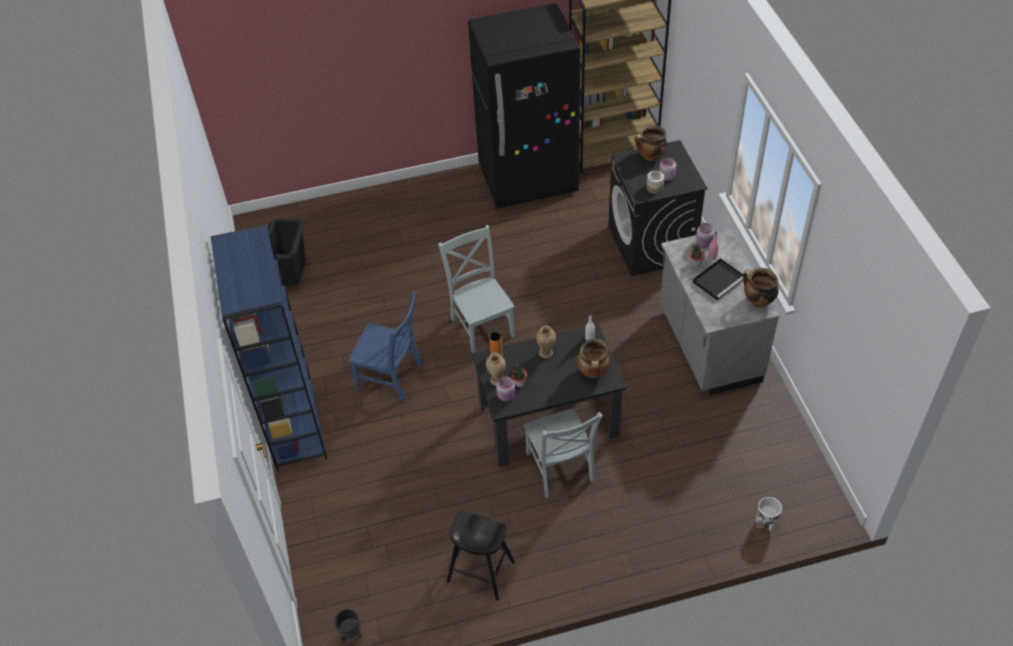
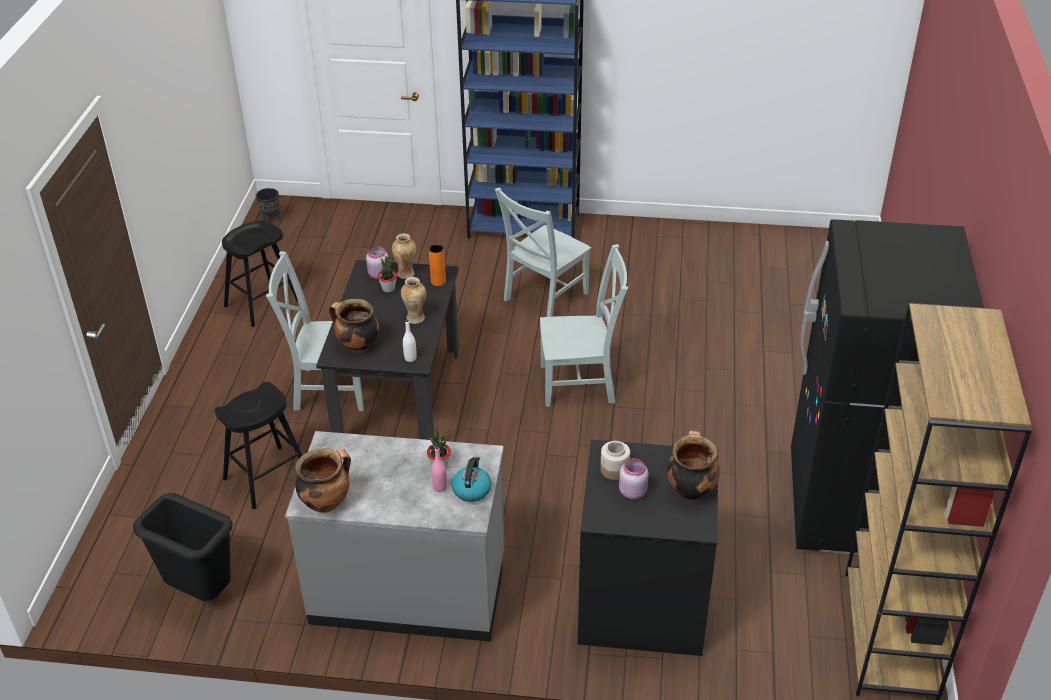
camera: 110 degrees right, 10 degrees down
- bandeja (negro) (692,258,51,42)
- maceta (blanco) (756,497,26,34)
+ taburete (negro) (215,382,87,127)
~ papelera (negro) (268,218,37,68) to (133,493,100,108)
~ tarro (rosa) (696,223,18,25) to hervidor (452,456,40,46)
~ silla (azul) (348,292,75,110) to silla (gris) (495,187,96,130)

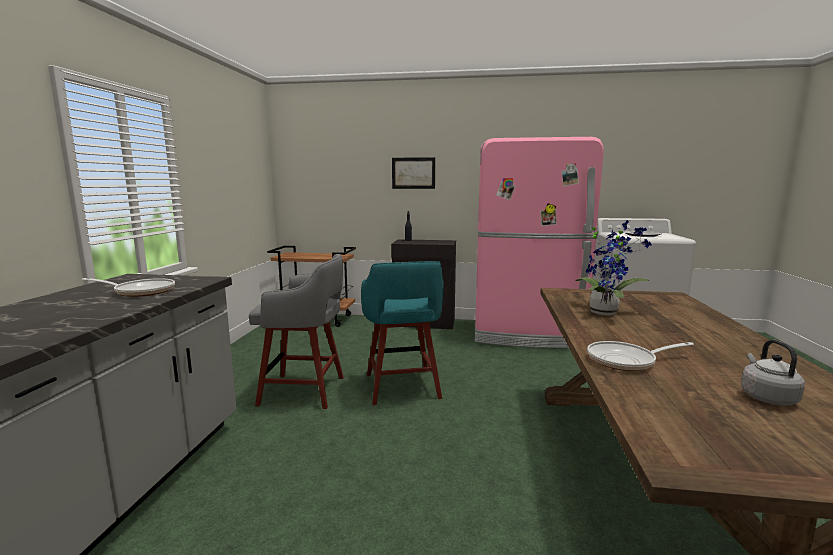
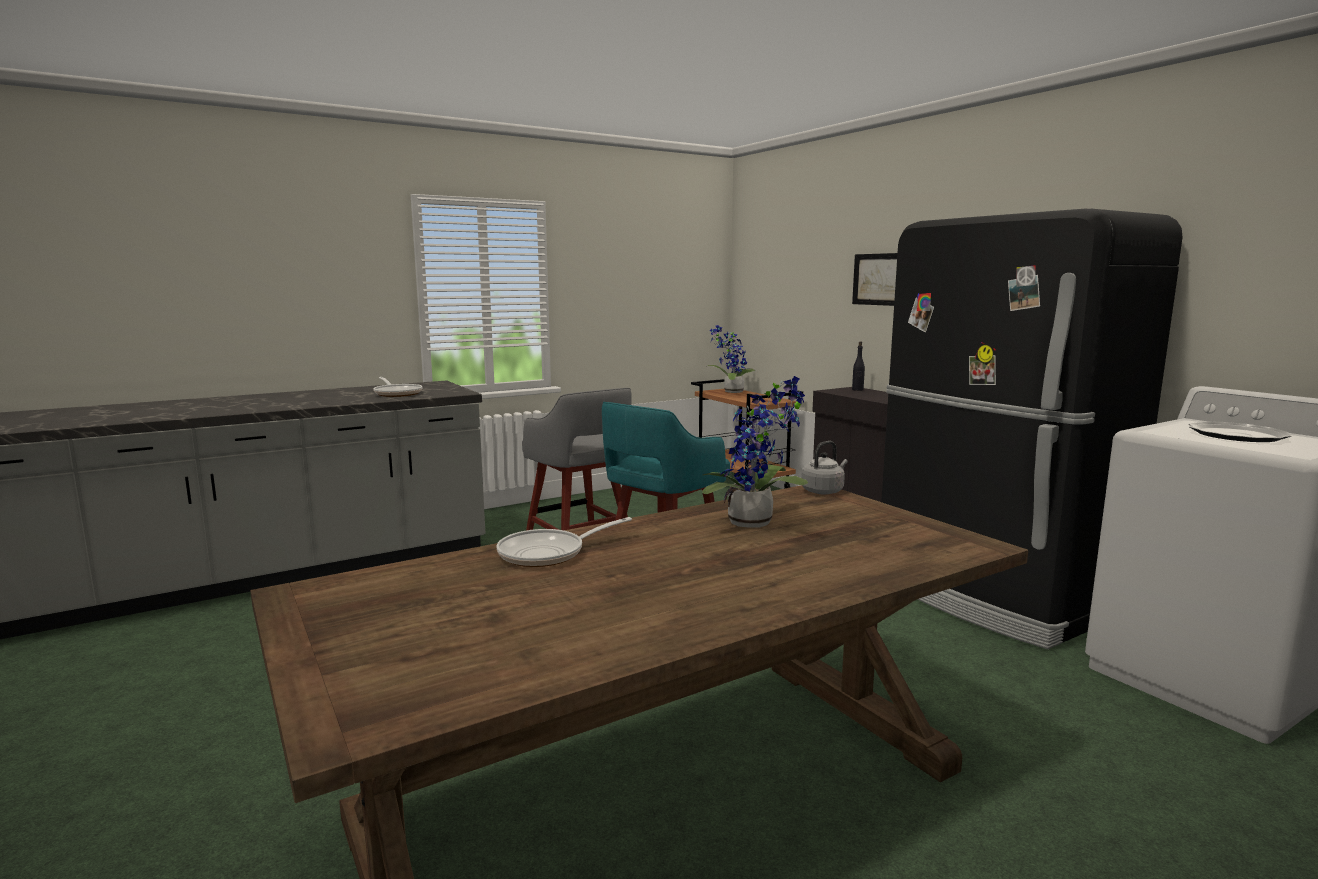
camera: 50 degrees right, 0 degrees up
+ planta en maceta (708,325,47,68)
~ hervidor (gris) (741,339,64,67) to (801,441,47,53)
~ nevera (rosa) (475,137,129,211) to nevera (negro) (881,209,302,440)
~ sartén (587,341,107,30) = (496,517,136,50) 75 degrees counterclockwise

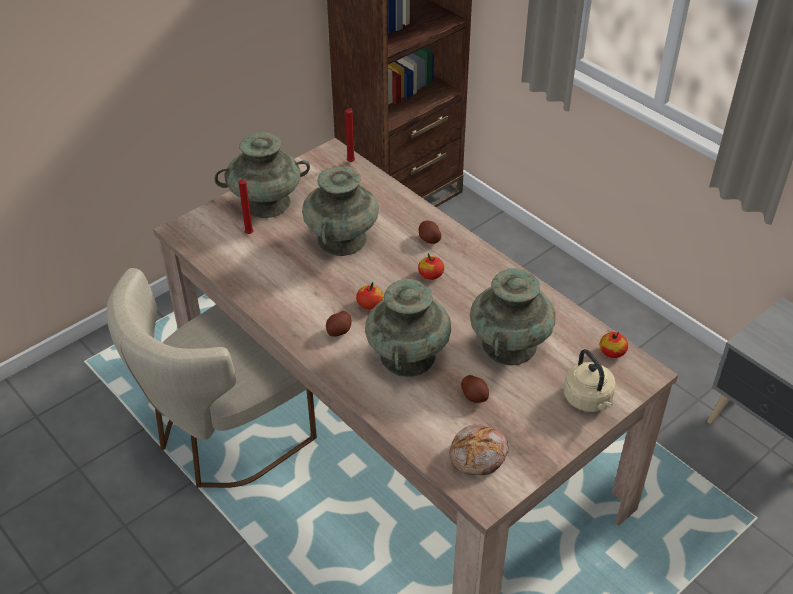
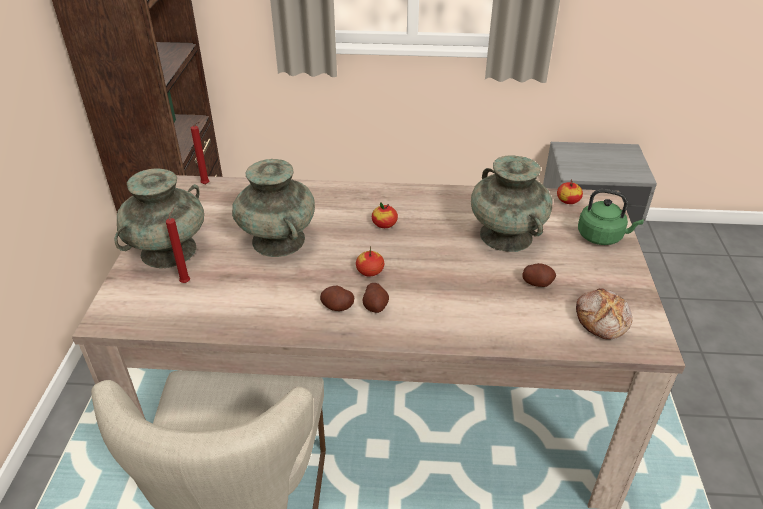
camera: 45 degrees left, 5 degrees down
- florero (turquesa) (365,279,86,98)
~ patata (419,221,22,23) to (320,286,34,25)
~ hervidor (beis) (564,349,52,63) to hervidor (verde) (578,189,66,56)

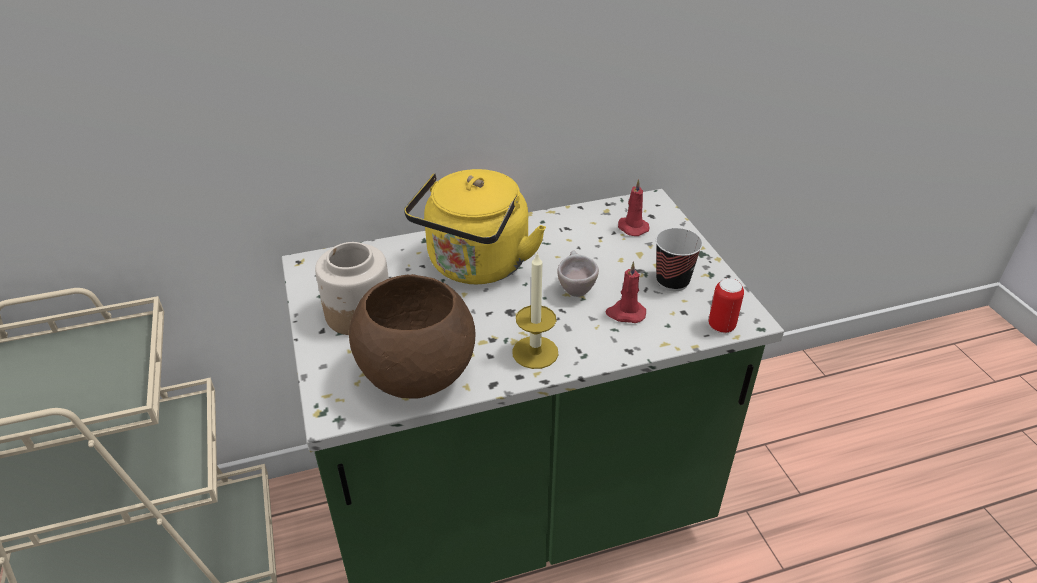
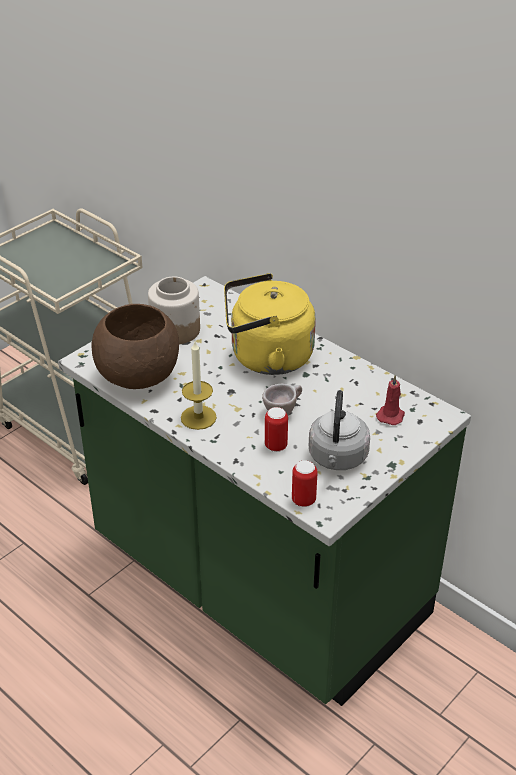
camera: 60 degrees right, 0 degrees up
~ vela (rojo) (605,262,41,61) to lata (265,407,23,45)
~ taza (656,228,47,63) to hervidor (gris) (309,390,61,80)

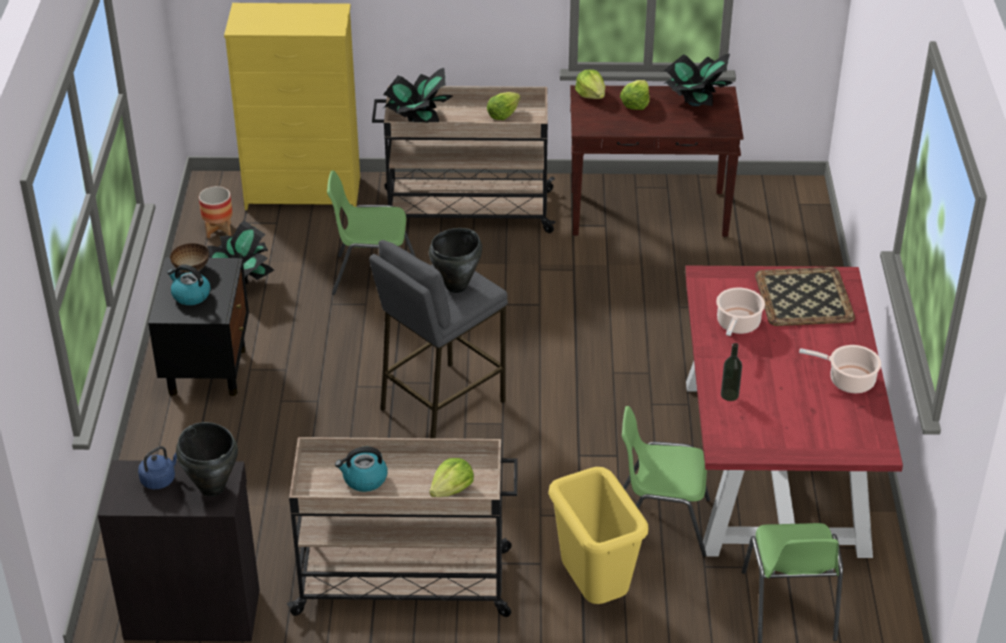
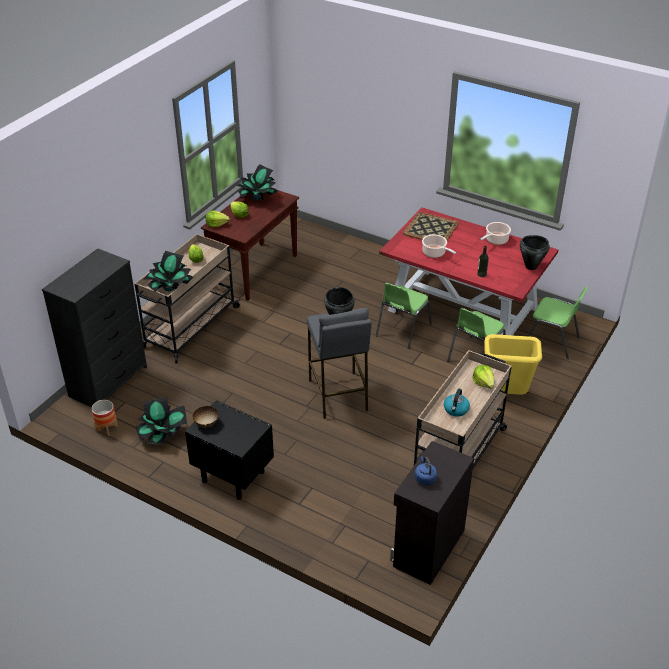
camera: 60 degrees left, 0 degrees up
- hervidor (167,264,43,41)
~ olla (negro) (176,422,62,75) to (520,235,30,35)
~ silla (verde) (327,170,89,125) to (376,283,56,66)
~ cómoda (amarillo) (224,3,136,207) to cómoda (negro) (42,248,105,160)

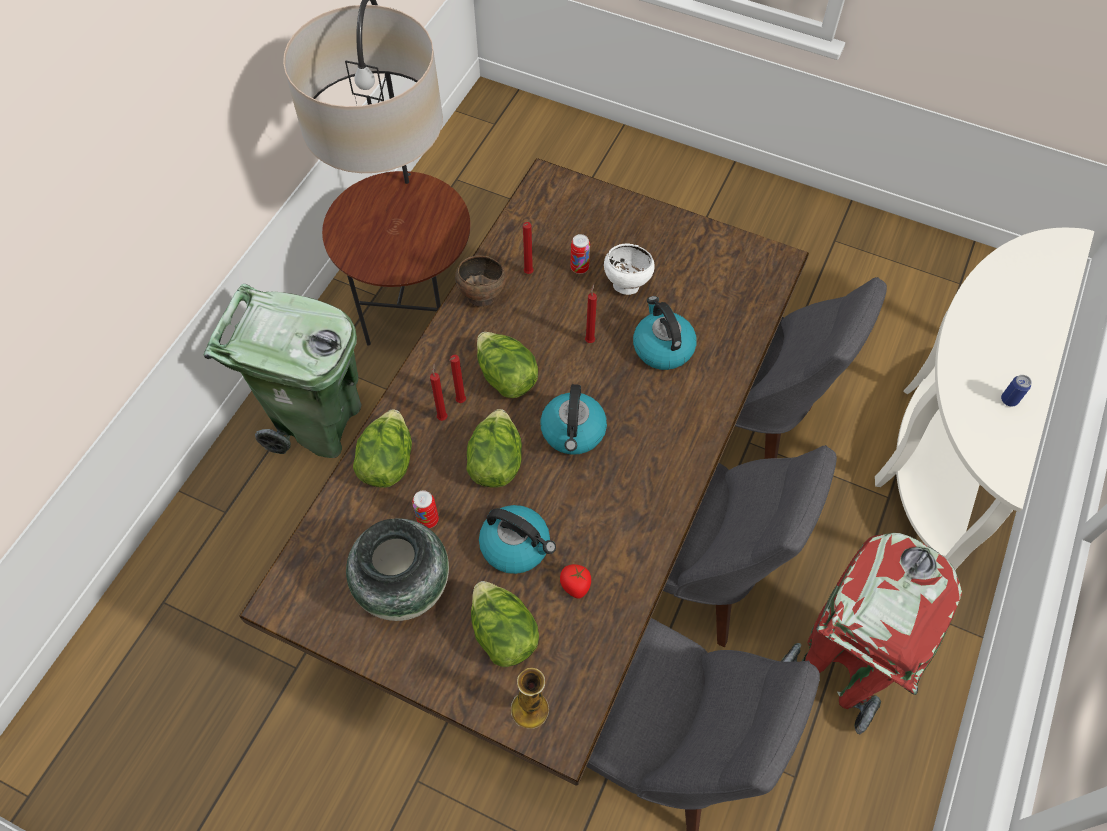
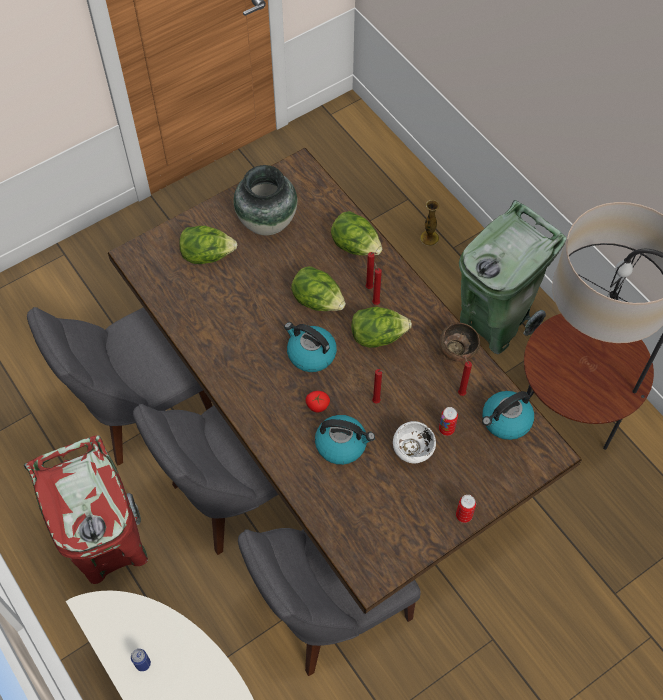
camera: 120 degrees right, 0 degrees up
~ lata (412,490,27,38) to (456,495,20,28)
~ hervidor (479,505,77,69) to (482,391,52,49)
~ florero (511,668,38,61) to (420,200,19,46)
~ tomate (560,564,31,35) to (306,391,24,21)

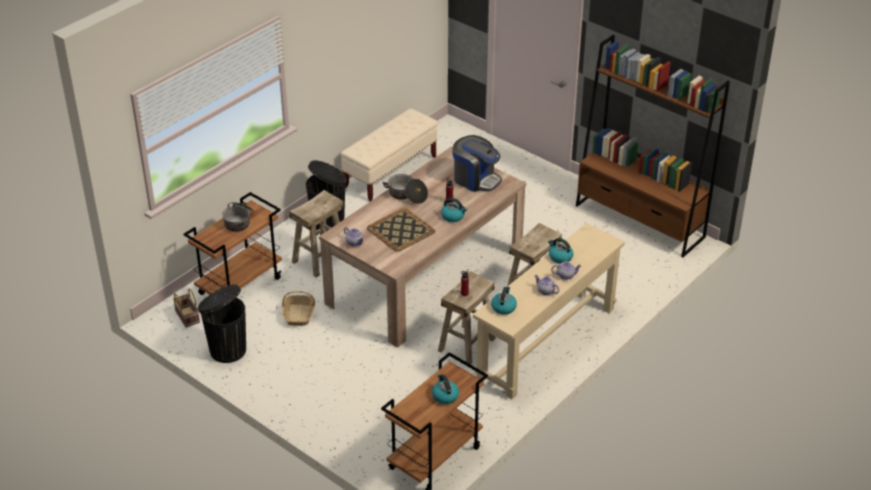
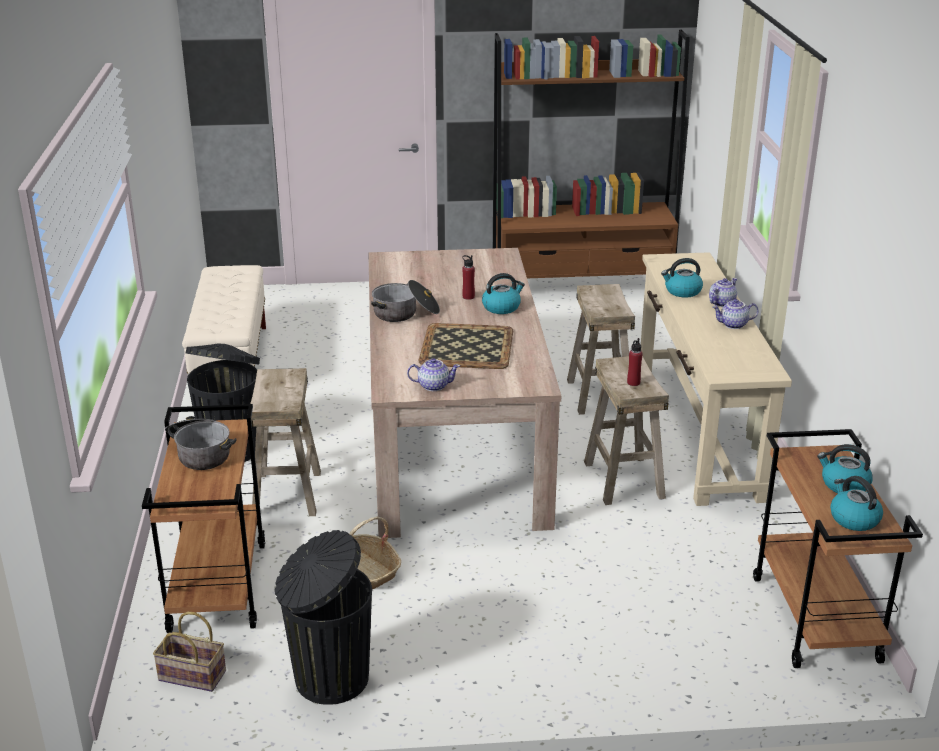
camera: 45 degrees left, 10 degrees down
- cafetera (452,135,50,57)
~ hervidor (491,287,26,28) to (830,476,53,55)

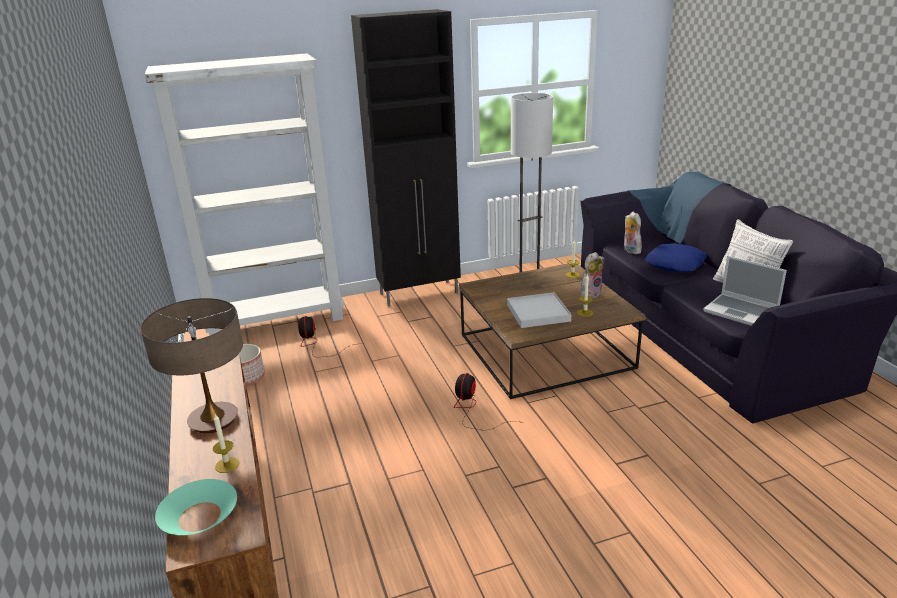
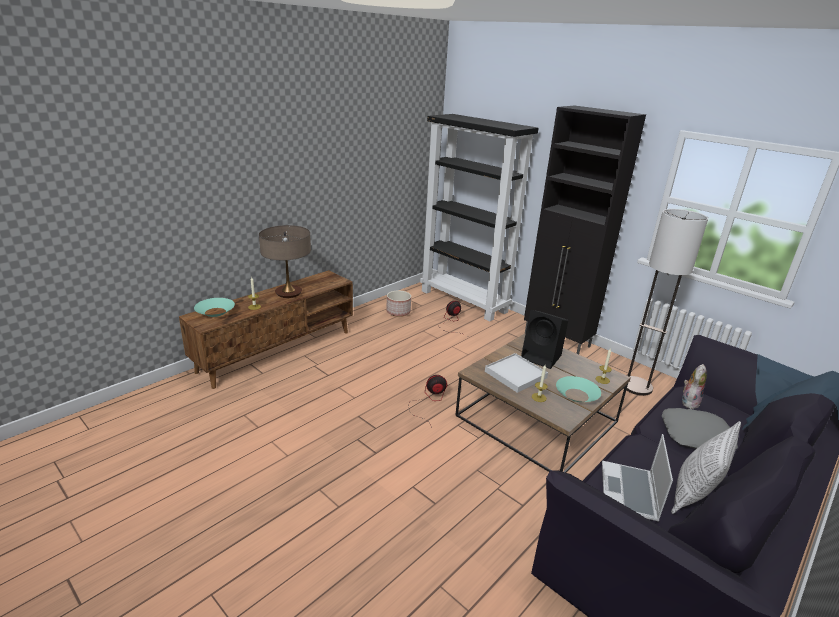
camera: 60 degrees right, 0 degrees up
+ altavoz (negro) (521,310,47,59)
~ peluche (581,252,24,47) to cuenco (turquesa) (556,376,45,26)
~ estantería (blanco) (145,53,199,283) to estantería (negro) (420,114,119,207)
~ cojín (azul) (645,244,62,28) to cojín (gris) (662,408,76,41)

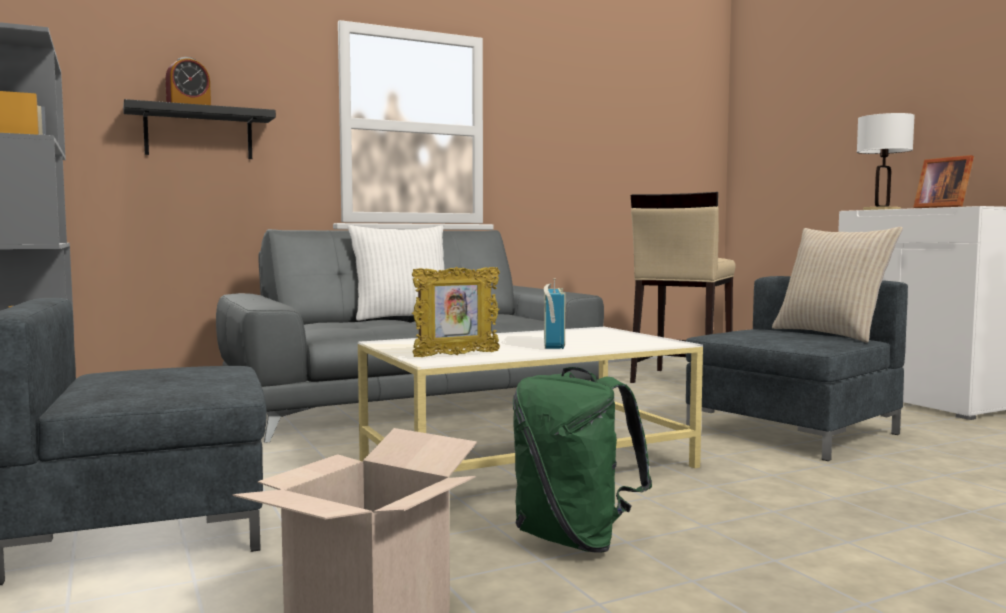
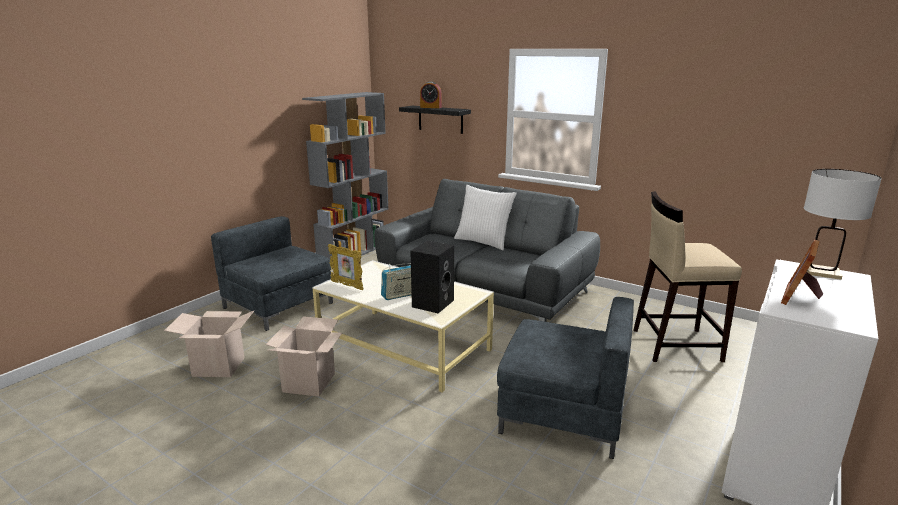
camera: 60 degrees right, 15 degrees up
- cojín (beis) (772,227,131,116)
+ altavoz (negro) (410,241,44,72)
~ mochila (verde) (513,367,139,186) to caja de cartón (266,316,76,81)

